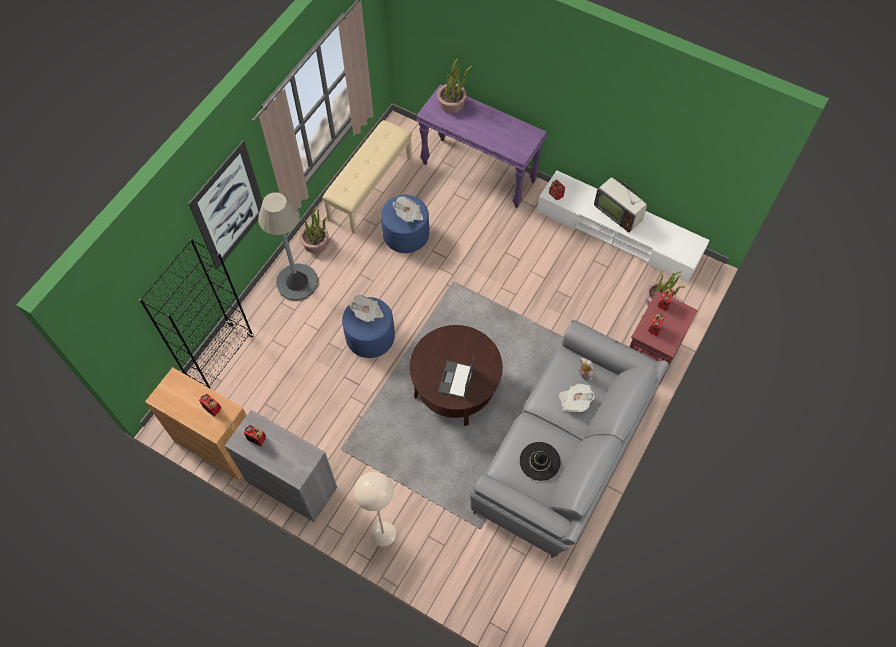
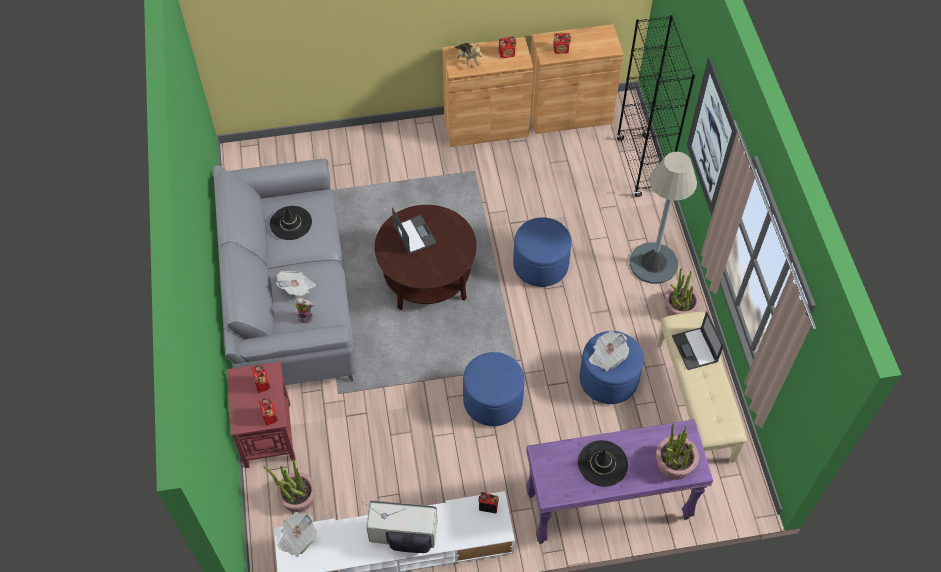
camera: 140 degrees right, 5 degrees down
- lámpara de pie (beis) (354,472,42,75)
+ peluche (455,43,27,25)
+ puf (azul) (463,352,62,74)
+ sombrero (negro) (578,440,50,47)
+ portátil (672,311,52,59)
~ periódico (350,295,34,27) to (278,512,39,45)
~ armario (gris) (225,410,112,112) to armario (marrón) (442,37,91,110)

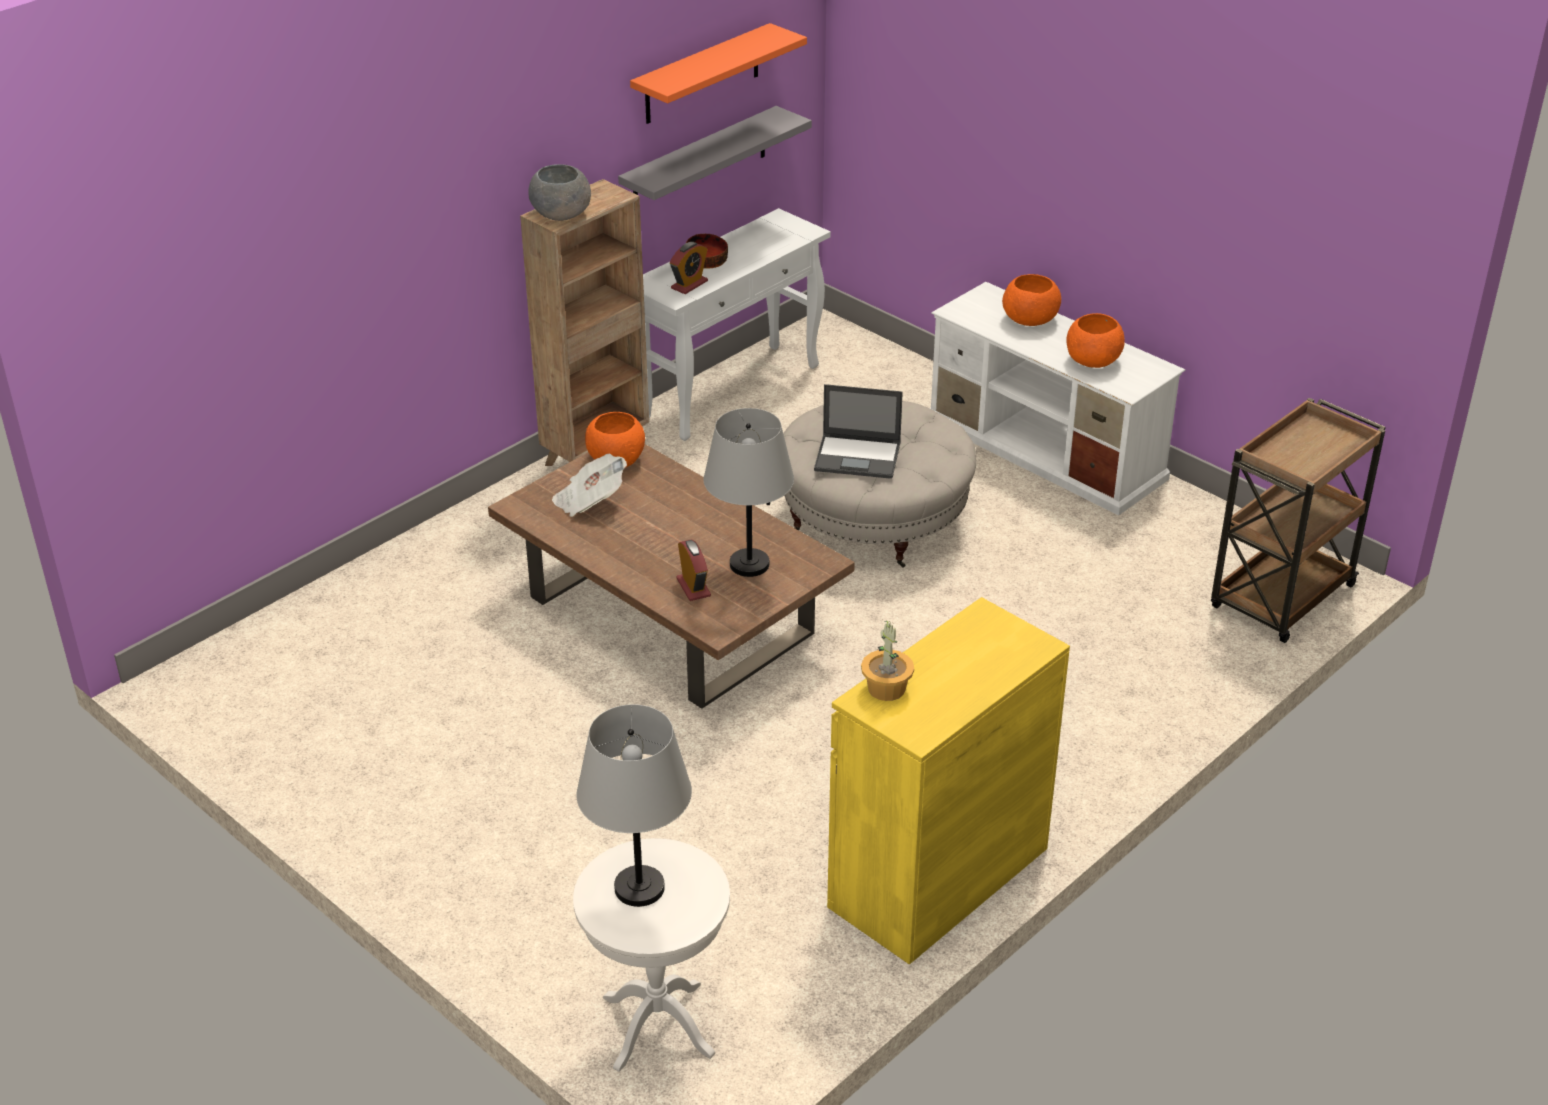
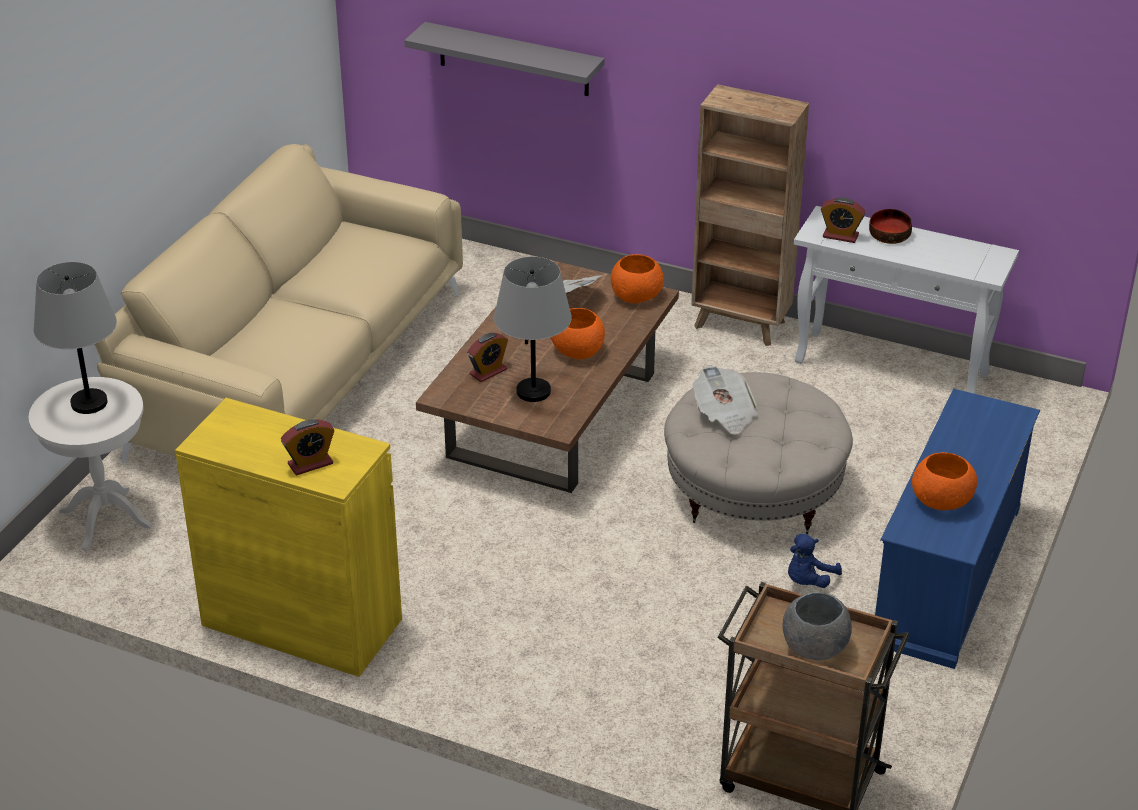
camera: 70 degrees right, 0 degrees up
- estante (naranja) (630,23,177,101)
- planta en maceta (861,621,53,80)
+ sofá (beis) (94,144,369,320)
+ despertador (281,419,54,57)
+ peluche (azul) (788,534,54,54)
~ cuenco (gris) (528,164,63,57) to (782,592,70,68)
~ estante (gris) (618,106,194,94) to (404,22,201,74)
~ cuenco (naranja) (1002,274,59,52) to (551,308,54,51)
~ portátil (814,384,89,95) to periódico (693,365,66,70)
~ mueble de televisión (blanco) (929,282,256,234) to mueble de televisión (azul) (875,389,165,280)

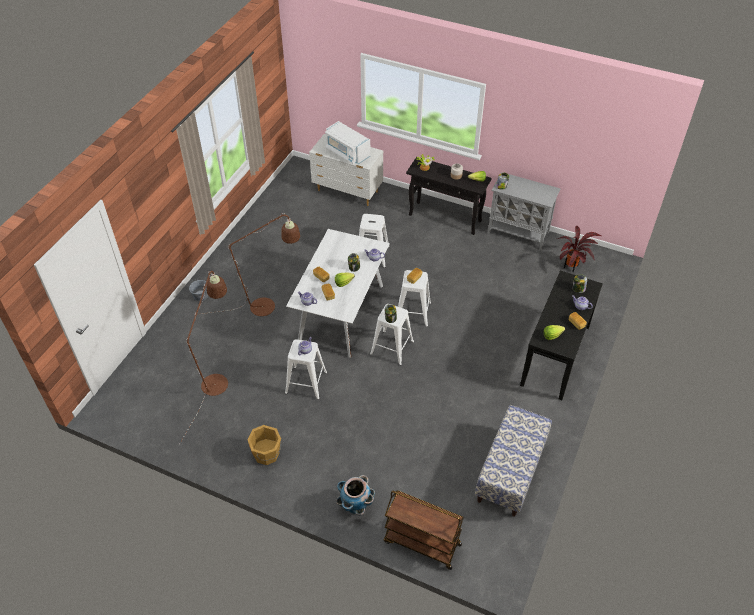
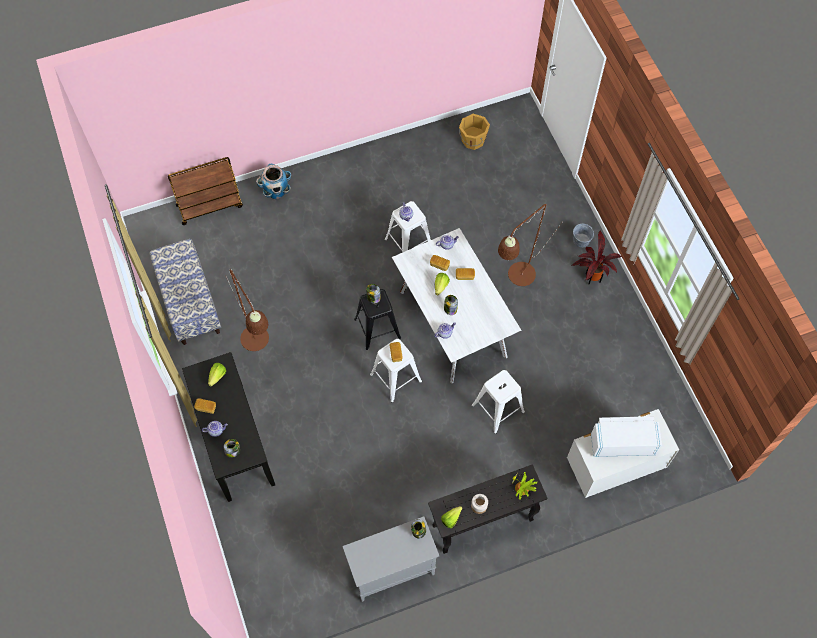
camera: 135 degrees right, 15 degrees up
~ lámpara de pie (marrón) (179,271,49,174) to (226,269,43,82)
~ cubo (naranja) (247,425,34,40) to (459,114,31,36)
~ planta en maceta (557,226,44,46) to (572,230,50,54)
~ taburete (blanco) (370,304,44,61) to taburete (negro) (354,289,47,61)

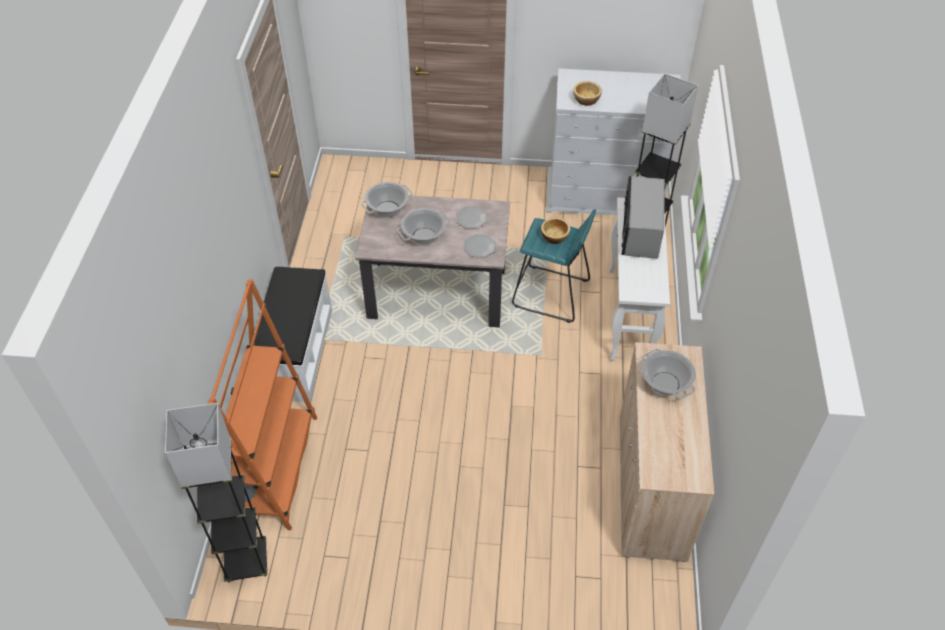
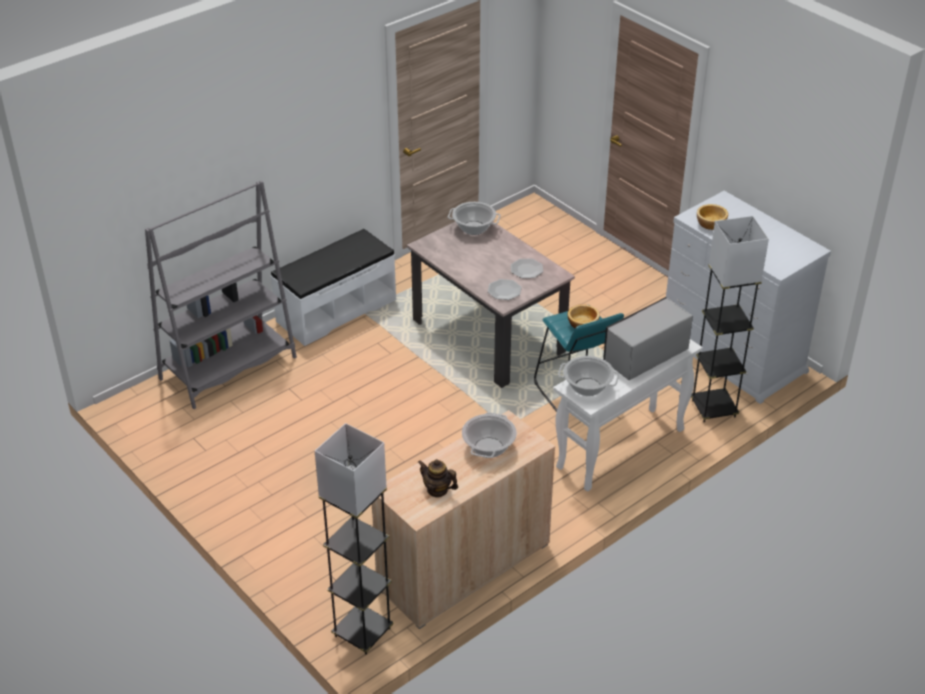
camera: 45 degrees right, 10 degrees down
+ tetera (418,459,40,39)
~ lámpara de pie (negro) (165,403,103,179) to (315,423,78,232)
~ olla (397,208,53,37) to (558,356,61,40)
~ estantería (naranja) (207,279,110,251) to estantería (gris) (145,181,152,228)

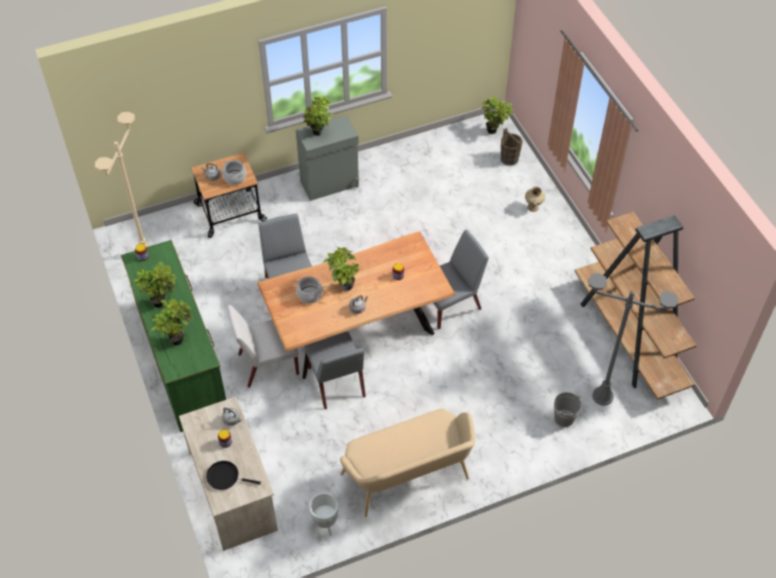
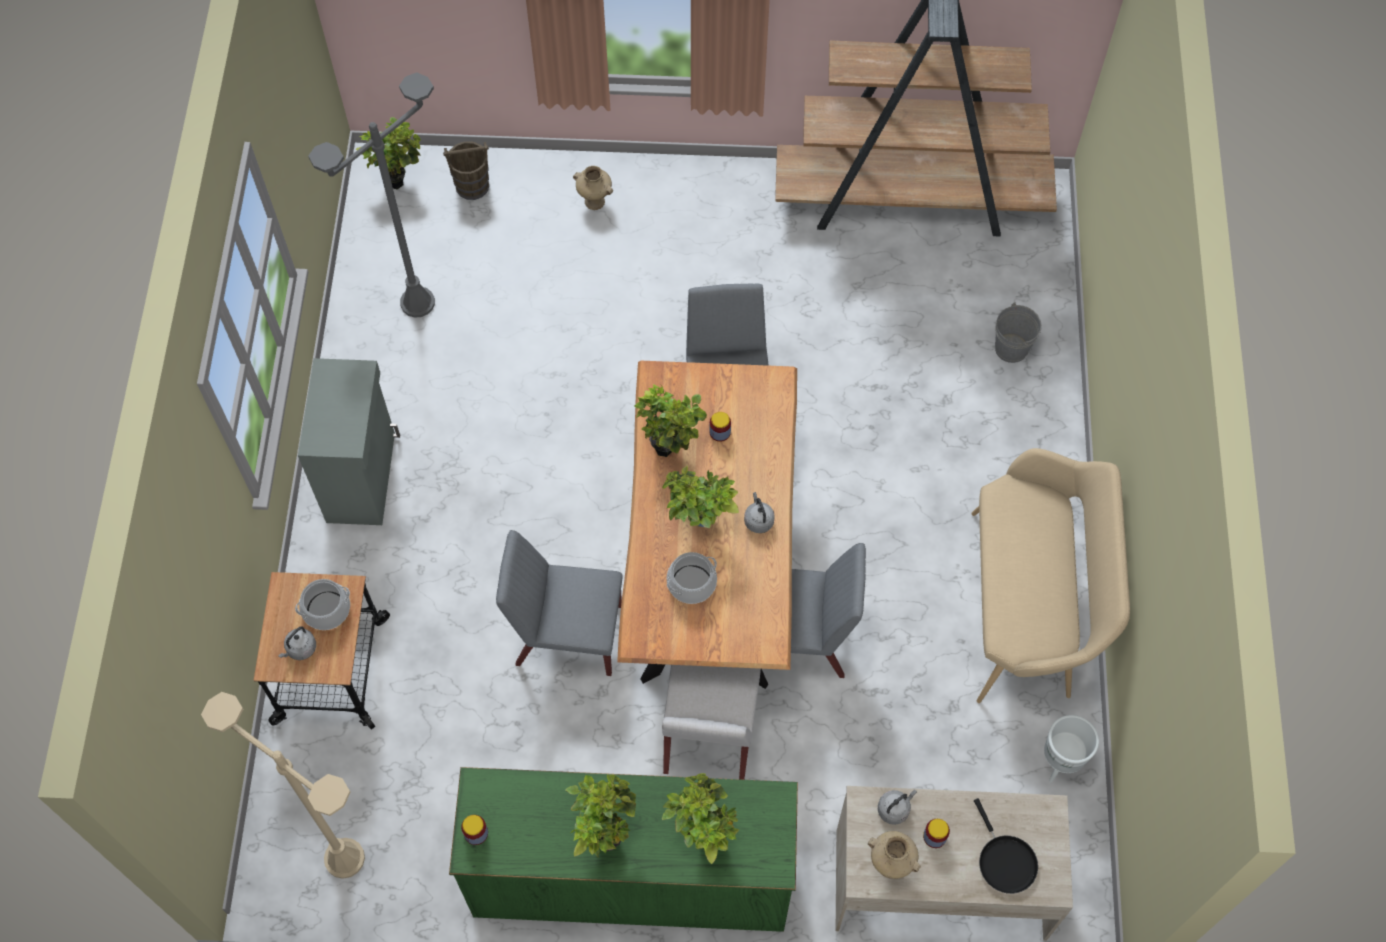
camera: 65 degrees left, 10 degrees up
+ florero (beis) (868,831,53,48)
~ planta en maceta (303,96,31,40) to (635,384,72,73)
~ lámpara de pie (gris) (588,273,90,133) to (308,72,127,246)
~ sartén (negro) (206,461,55,29) = (974,798,64,96) 60 degrees counterclockwise

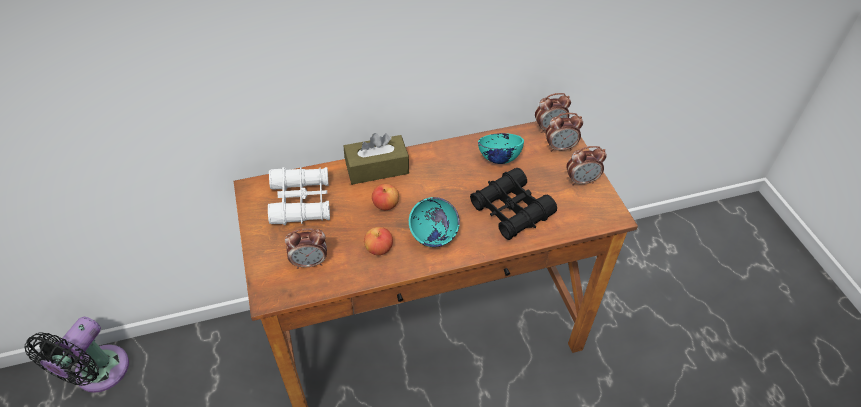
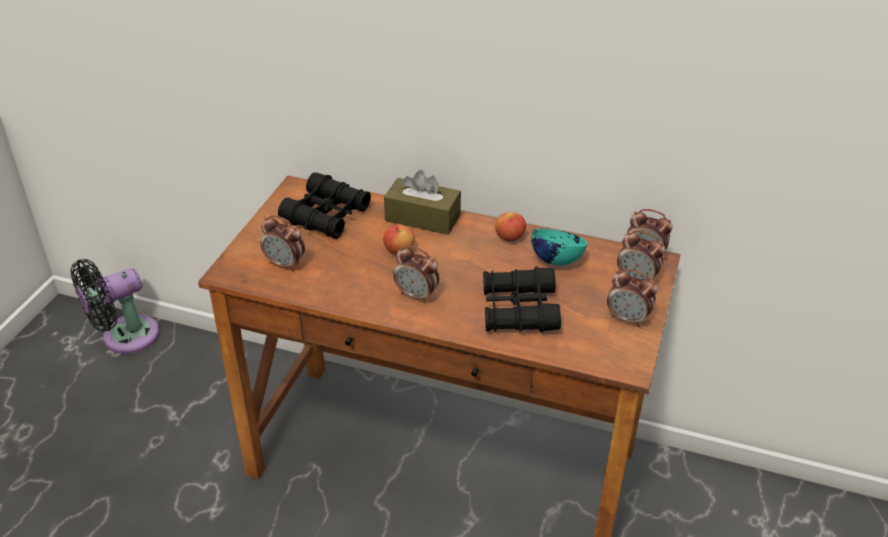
camera: 35 degrees right, 10 degrees down
~ manzana (364,227,29,28) to (495,212,31,29)
~ cuenco (turquesa) (409,197,51,50) to despertador (393,245,46,58)
~ prismáticos (blanco) (268,167,62,58) to prismáticos (negro) (278,172,93,67)

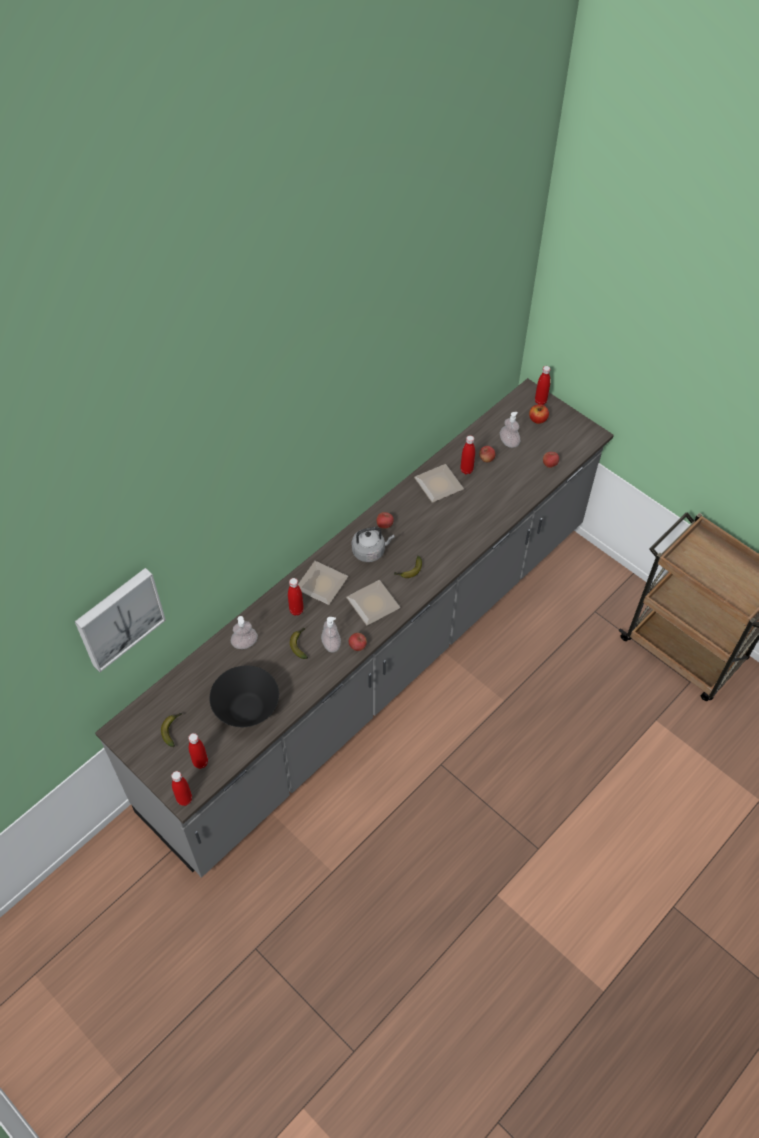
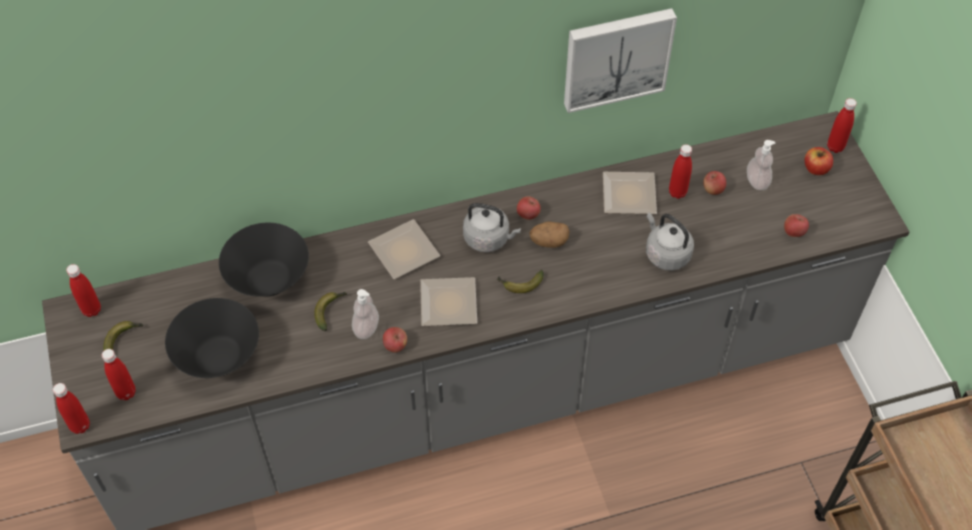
camera: 30 degrees right, 0 degrees up
+ patata (529,221,41,27)
+ hervidor (gris) (646,212,48,59)
~ cuadro (75,568,91,104) to (564,8,113,105)
~ botella (rojo) (288,578,16,38) to (66,264,35,53)
~ dispensador de jabón (231,616,27,33) to cuenco (negro) (219,223,90,74)

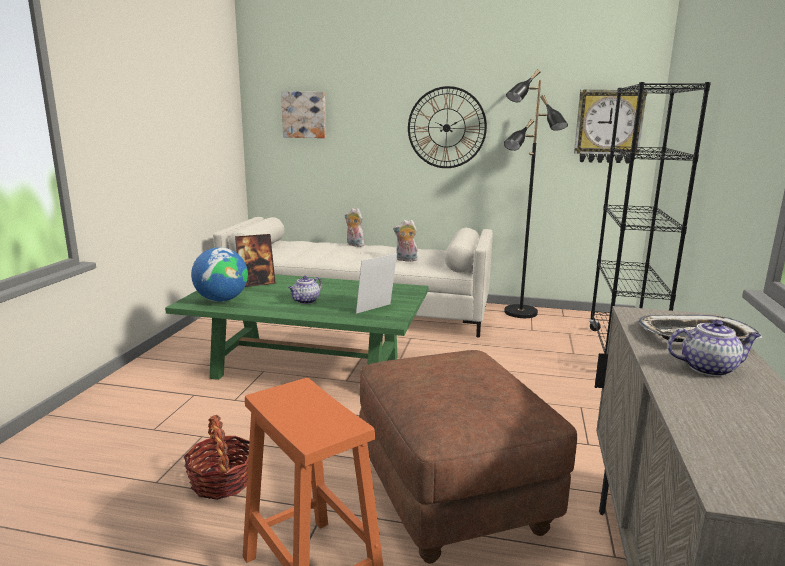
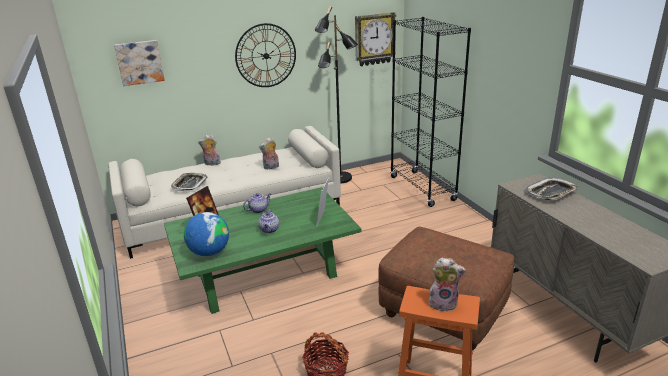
camera: 35 degrees left, 10 degrees up
+ bandeja (171,173,36,18)
+ peluche (429,258,37,53)
~ tetera (667,320,94,56) to (243,193,28,20)

